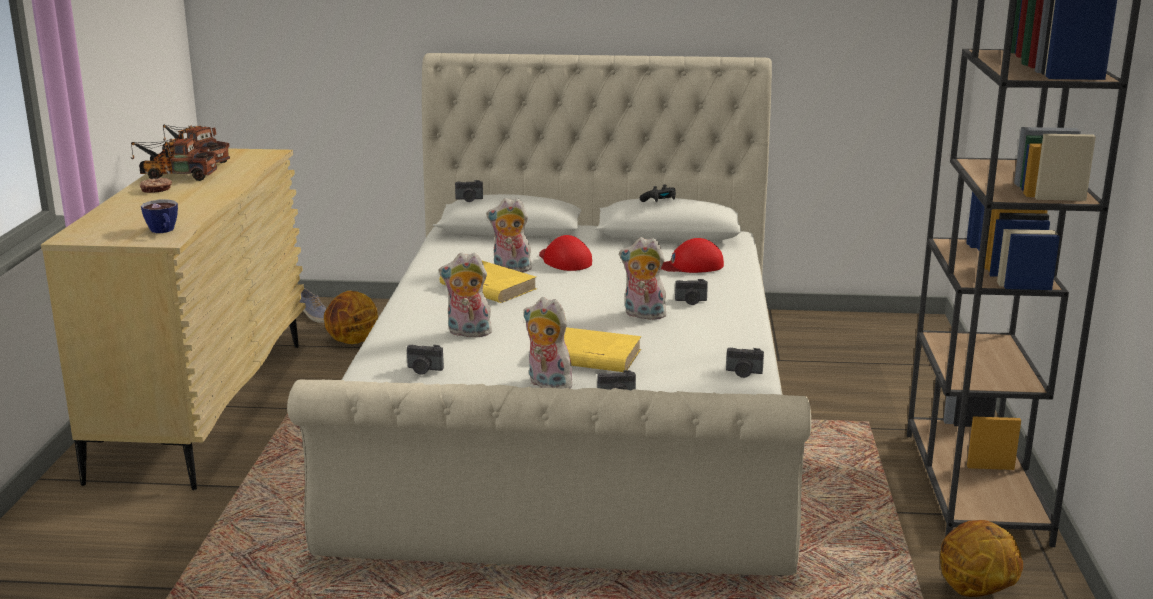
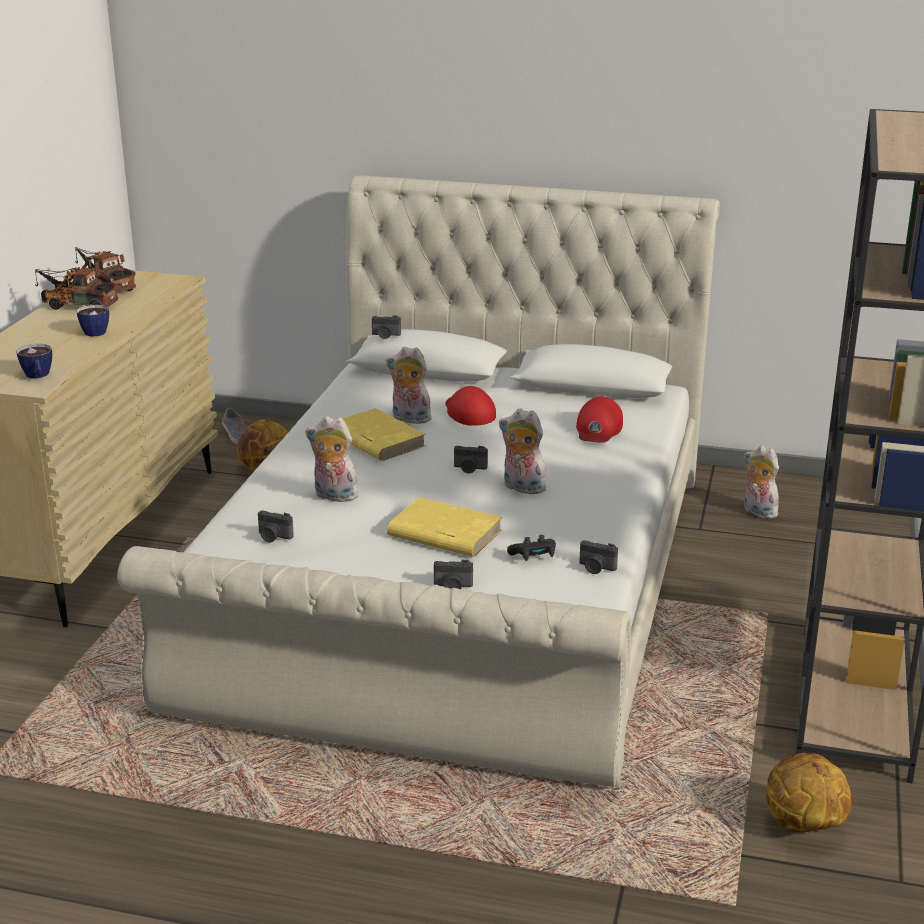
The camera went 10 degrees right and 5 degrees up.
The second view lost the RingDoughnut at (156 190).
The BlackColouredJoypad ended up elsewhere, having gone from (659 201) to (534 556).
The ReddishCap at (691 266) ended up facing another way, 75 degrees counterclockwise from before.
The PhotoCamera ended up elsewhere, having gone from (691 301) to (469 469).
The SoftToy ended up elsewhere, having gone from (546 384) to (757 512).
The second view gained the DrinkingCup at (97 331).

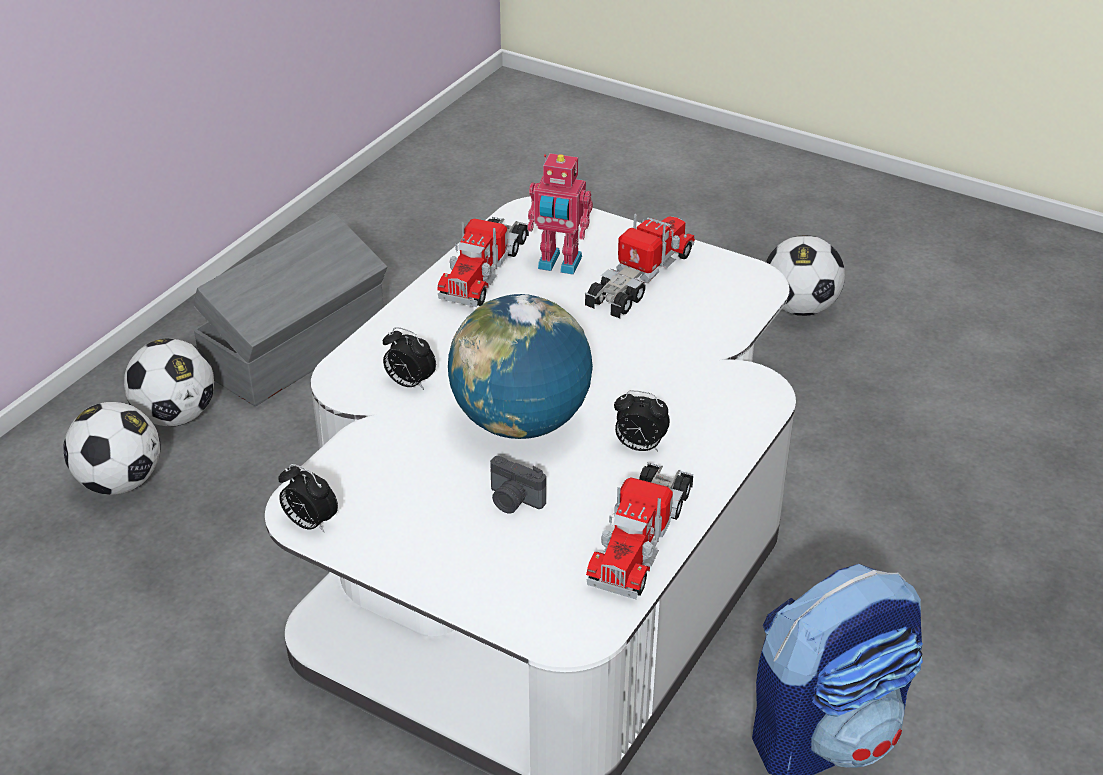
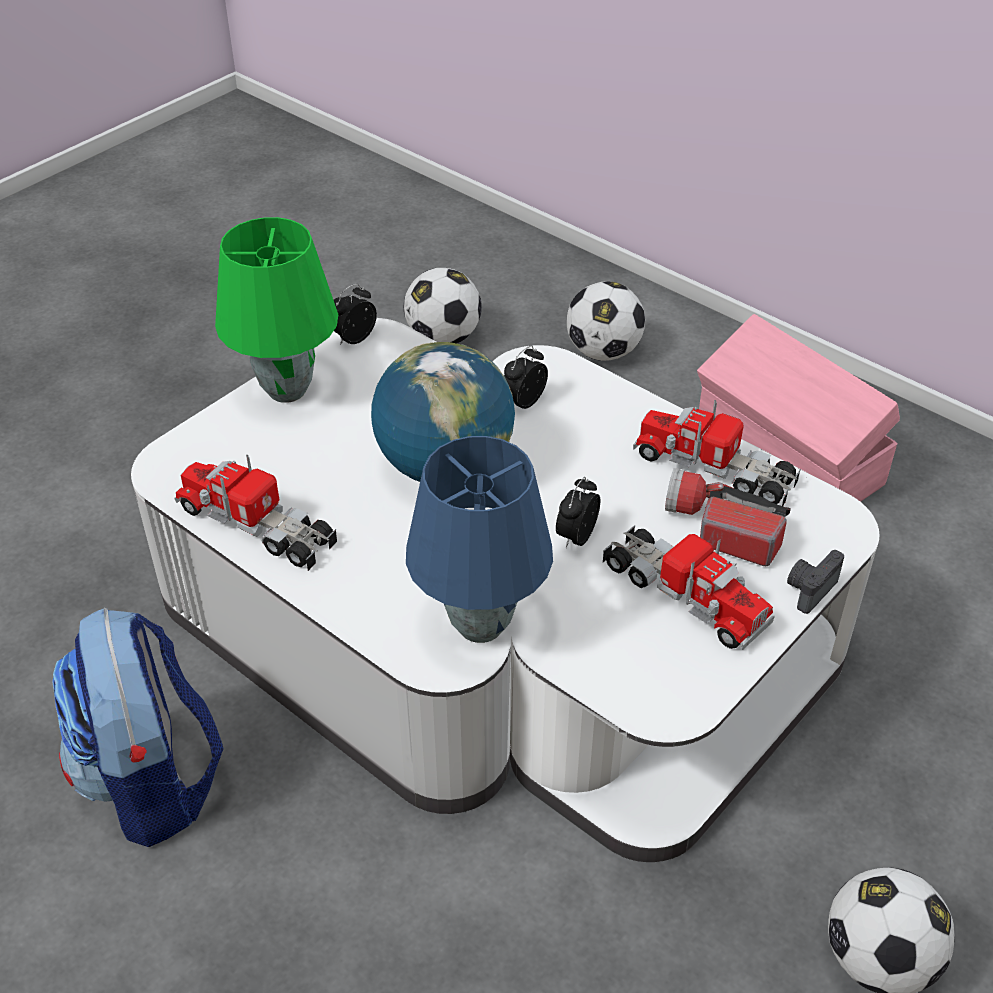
The camera went 100 degrees right and 5 degrees up.
Where the ModelRobot stood at (559 264), the Flashlight came to stand at (720 528).
What was the GreyStorageContainer at (298 349) turned into the PinkColouredStorageContainer at (787 457).
The Football ended up elsewhere, having gone from (176 416) to (443 338).
The AlarmClock ended up elsewhere, having gone from (639 446) to (576 536).
The PhotoCamera ended up elsewhere, having gone from (513 501) to (809 589).
The second view gained the GreenLampForATable at (287 389).
The second view gained the BlueLampForATable at (479 624).

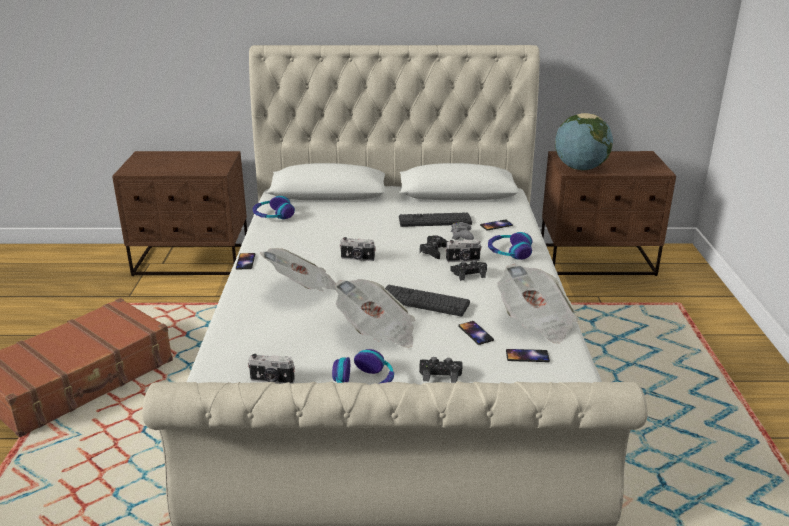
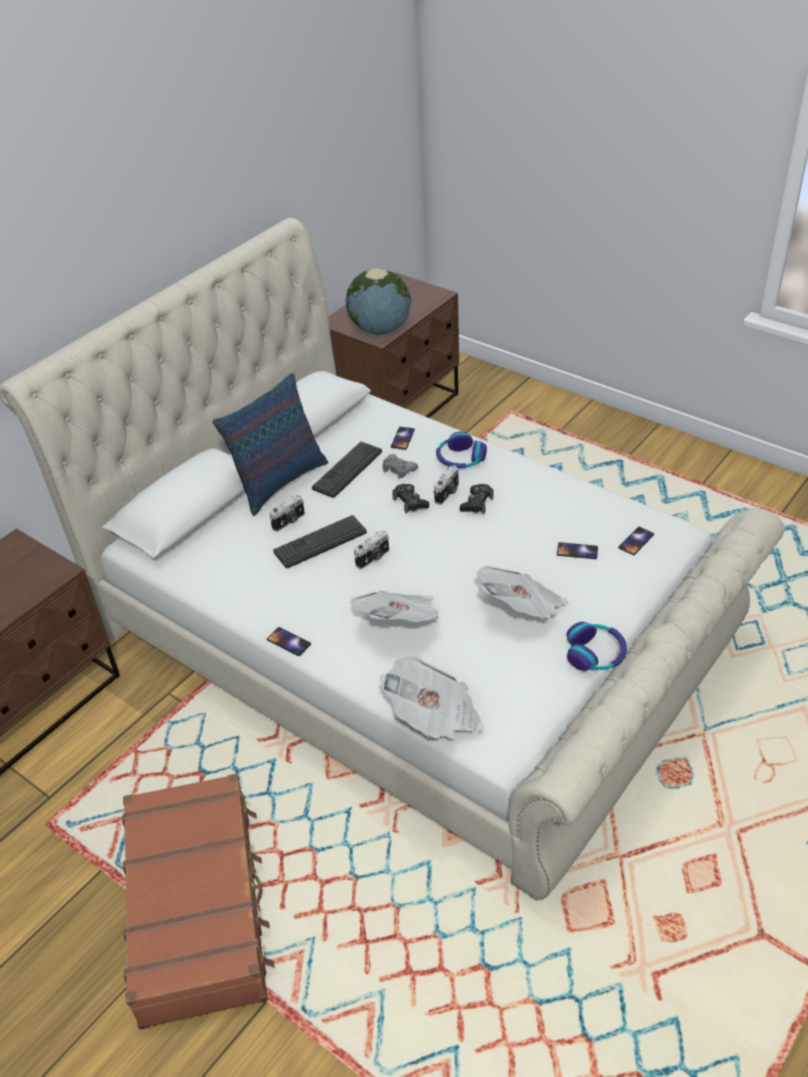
The camera went 50 degrees left and 15 degrees up.
The second view lost the Headset at (273 215).
The PrintedPaper ended up elsewhere, having gone from (536 322) to (434 717).
The Keyboard ended up elsewhere, having gone from (423 301) to (320 542).
The PhotoCamera ended up elsewhere, having gone from (272 381) to (289 522).
The second view lost the BlackColouredJoypad at (440 374).
The second view gained the BluePillow at (280 483).

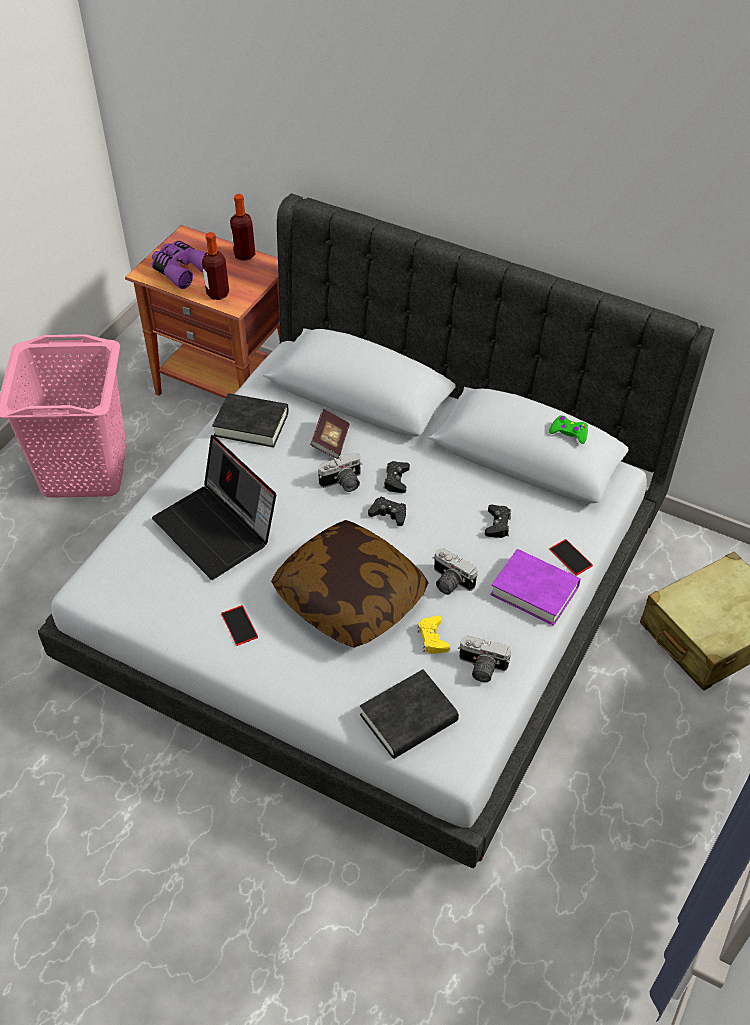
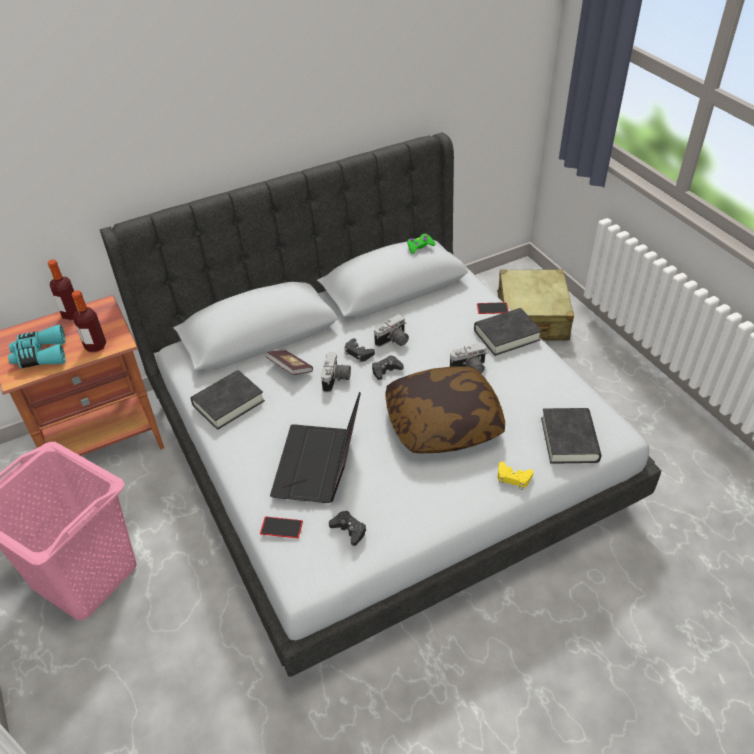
The camera went 55 degrees left and 5 degrees down.
What was the PurplishBinoculars at (181 270) turned into the BlueGreenBinoculars at (40 355).
The PortableComputer at (218 529) ended up facing another way, 105 degrees clockwise from before.
The BlackColouredJoypad ended up elsewhere, having gone from (498 524) to (349 530).
What was the PurplishVolume at (534 591) turned into the BlackColouredVolume at (506 335).
The Telephone ended up elsewhere, having gone from (239 625) to (281 527).
The YellowishJoypad ended up elsewhere, having gone from (432 638) to (513 478).
The PhotoCamera ended up elsewhere, having gone from (481 668) to (393 341).

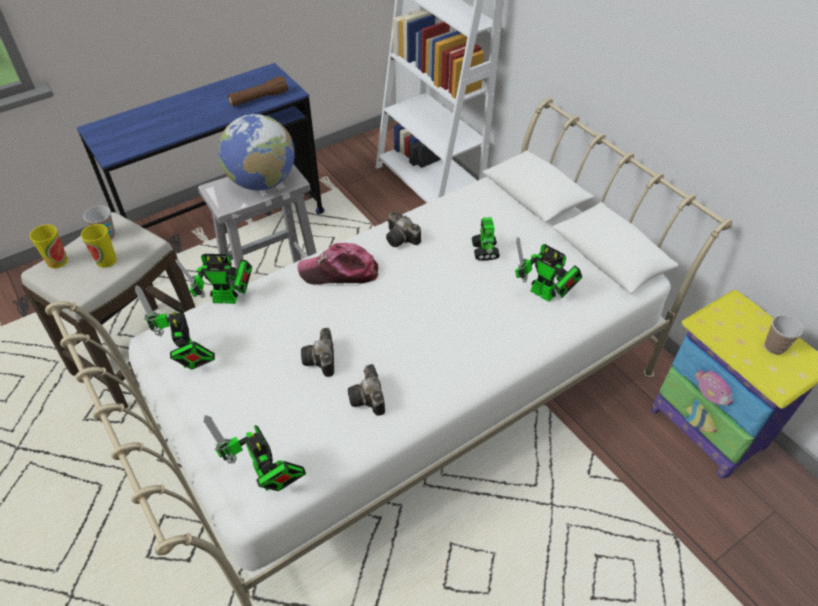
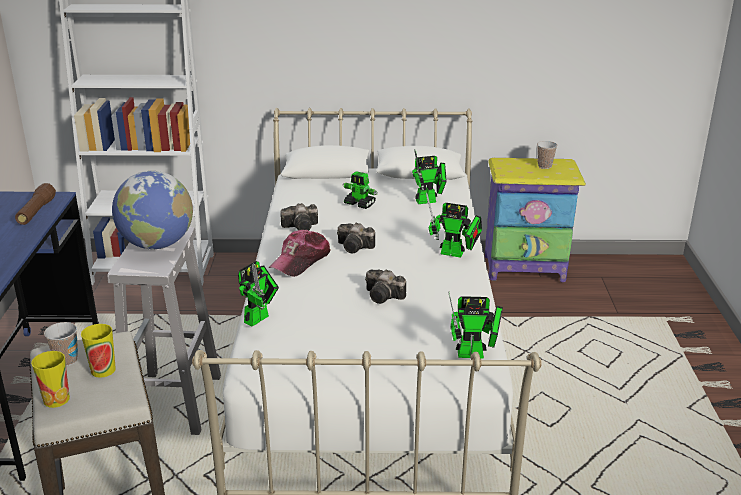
The camera went 55 degrees left and 20 degrees down.
The ModelRobot ended up elsewhere, having gone from (189 360) to (455 254).
The PhotoCamera ended up elsewhere, having gone from (369 399) to (356 247).

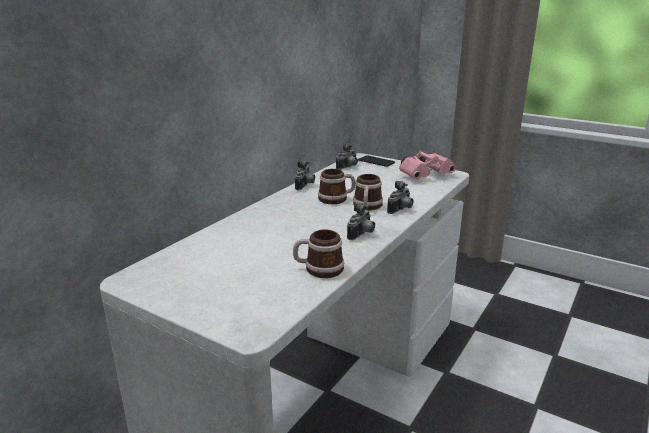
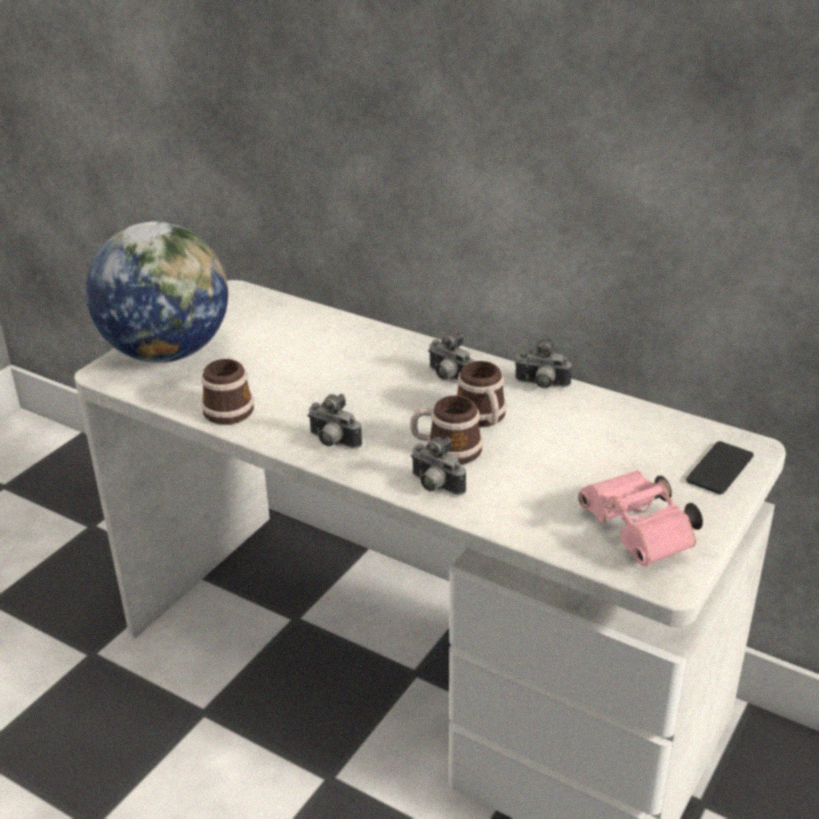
The camera went 90 degrees right and 10 degrees up.
The PhotoCamera ended up elsewhere, having gone from (348 167) to (448 377).
The second view gained the Globe at (167 352).

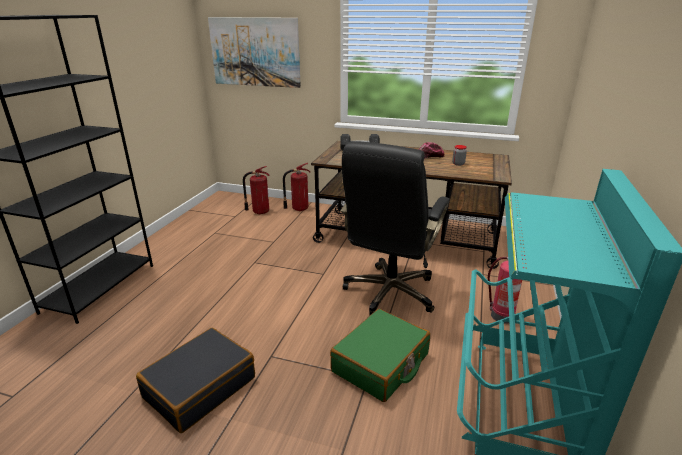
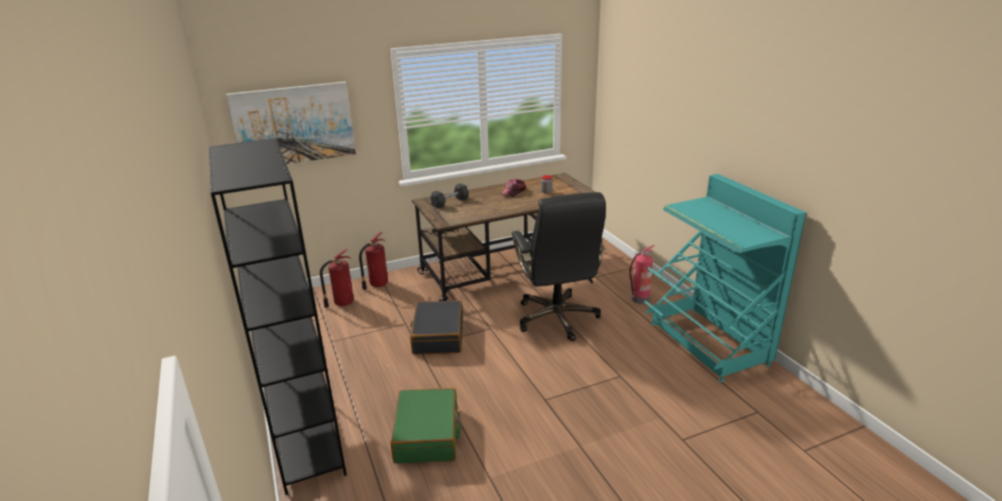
The camera went 40 degrees left and 0 degrees up.
The GreenPieceOfLuggage ended up elsewhere, having gone from (381 363) to (427 435).
The BlackColouredPieceOfLuggage ended up elsewhere, having gone from (200 387) to (438 336).

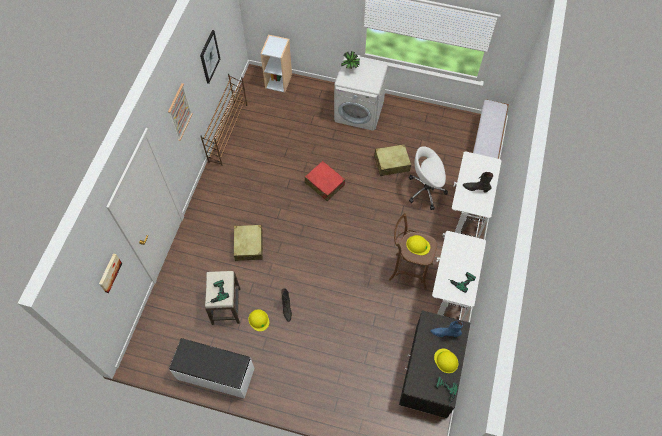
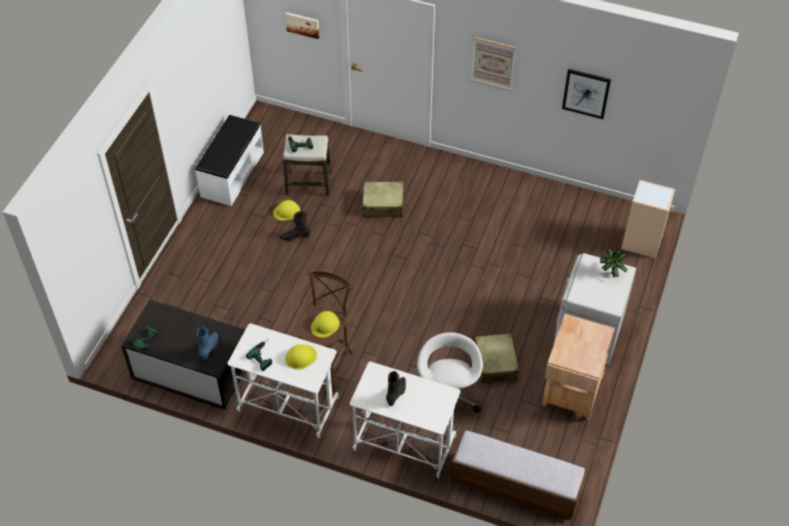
The camera went 95 degrees right and 10 degrees down.
The second view lost the BrownishShoeStand at (228 132).
The second view lost the ReddishPieceOfLuggage at (324 184).
The YellowishWorkHelmet ended up elsewhere, having gone from (446 361) to (300 357).
The second view gained the BrownishTrolley at (572 392).

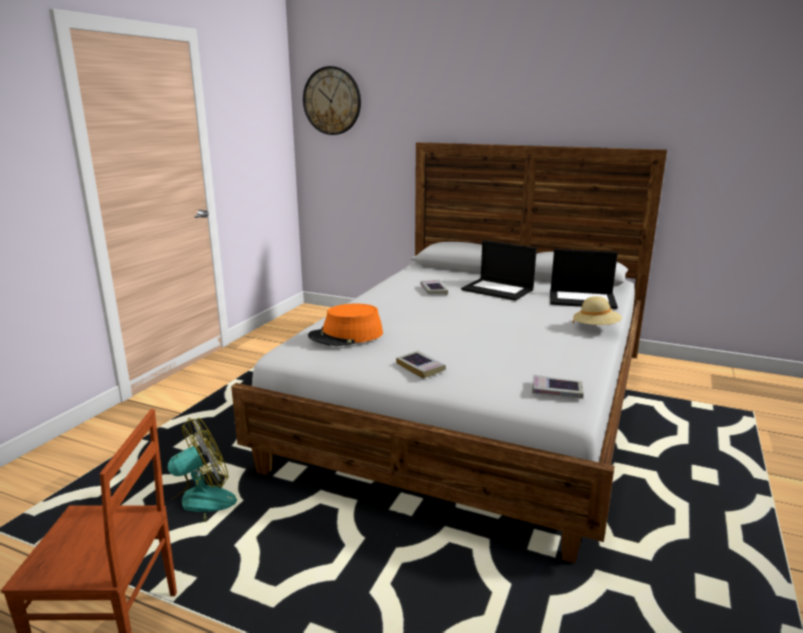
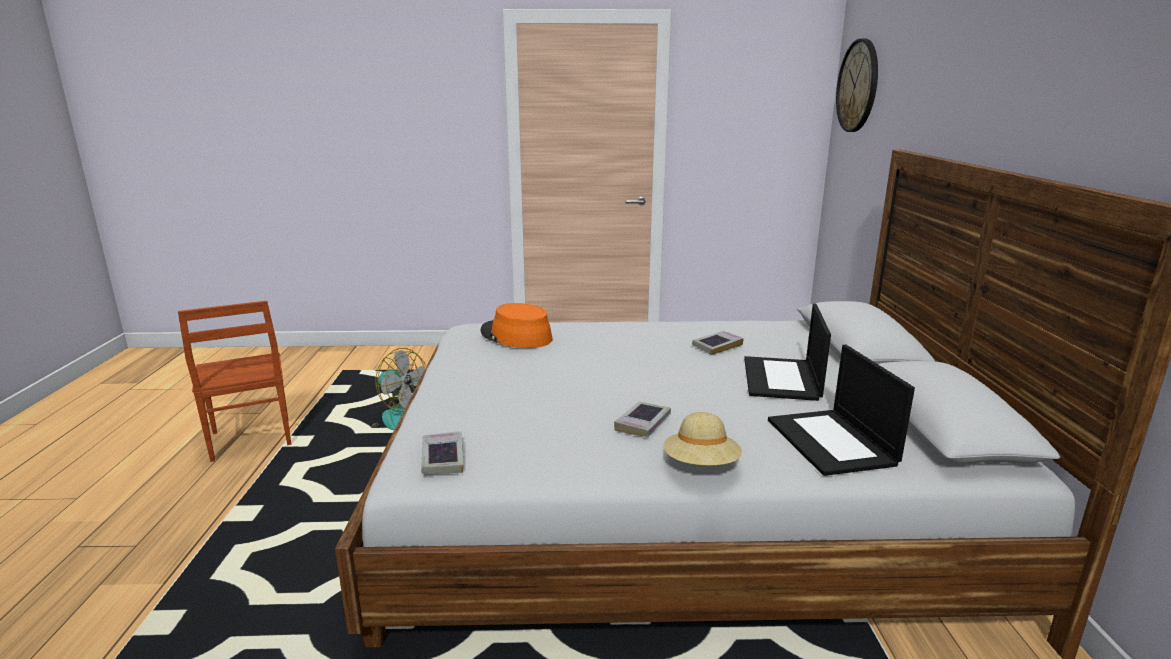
The camera went 65 degrees right and 0 degrees up.
The Volume ended up elsewhere, having gone from (420 368) to (643 423).

